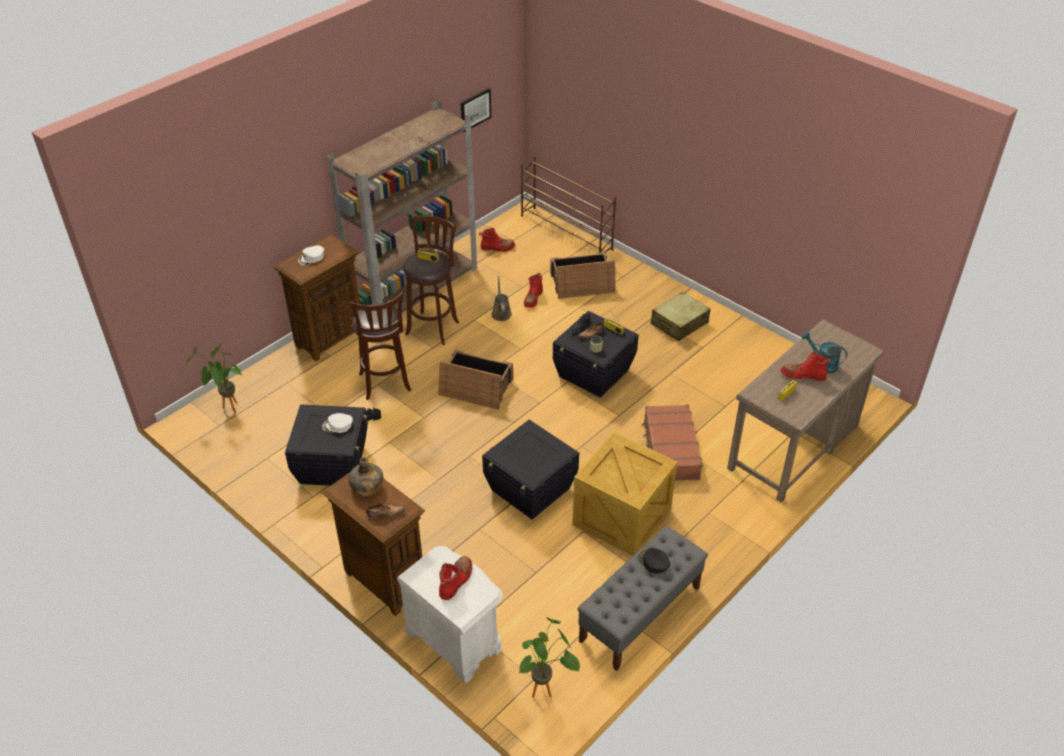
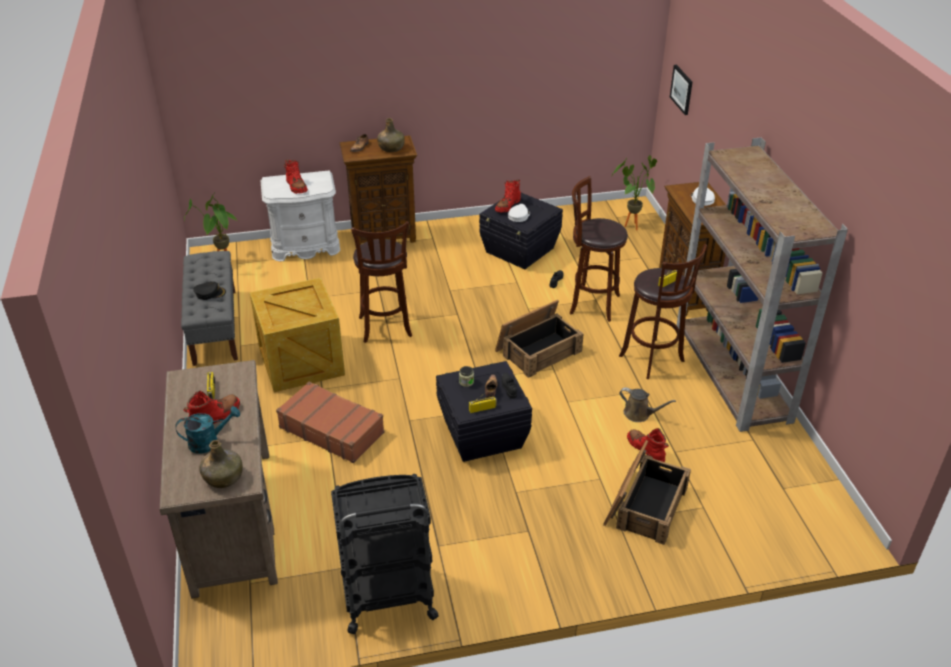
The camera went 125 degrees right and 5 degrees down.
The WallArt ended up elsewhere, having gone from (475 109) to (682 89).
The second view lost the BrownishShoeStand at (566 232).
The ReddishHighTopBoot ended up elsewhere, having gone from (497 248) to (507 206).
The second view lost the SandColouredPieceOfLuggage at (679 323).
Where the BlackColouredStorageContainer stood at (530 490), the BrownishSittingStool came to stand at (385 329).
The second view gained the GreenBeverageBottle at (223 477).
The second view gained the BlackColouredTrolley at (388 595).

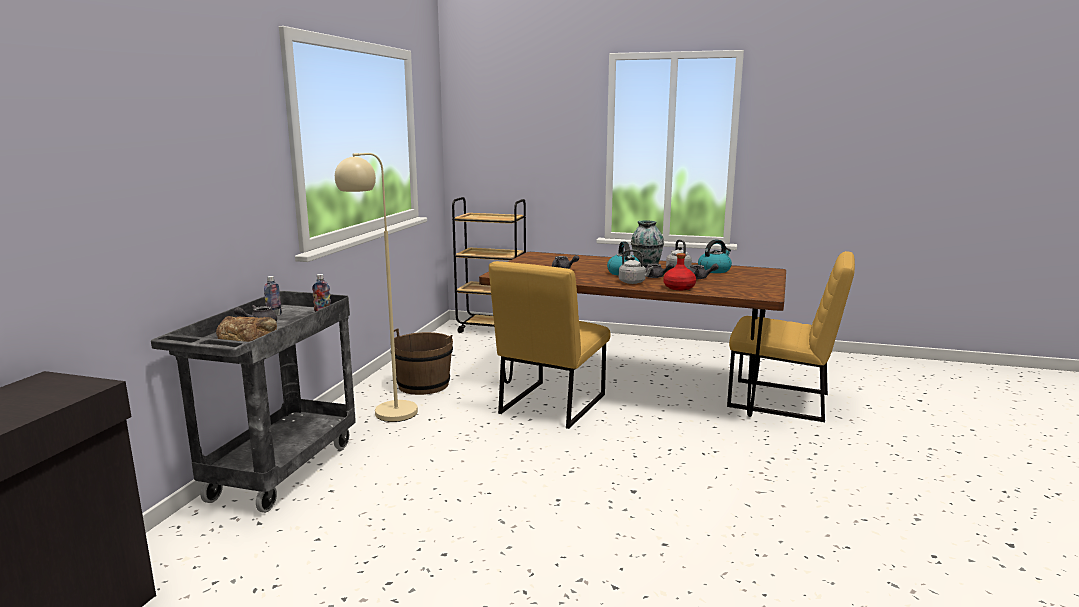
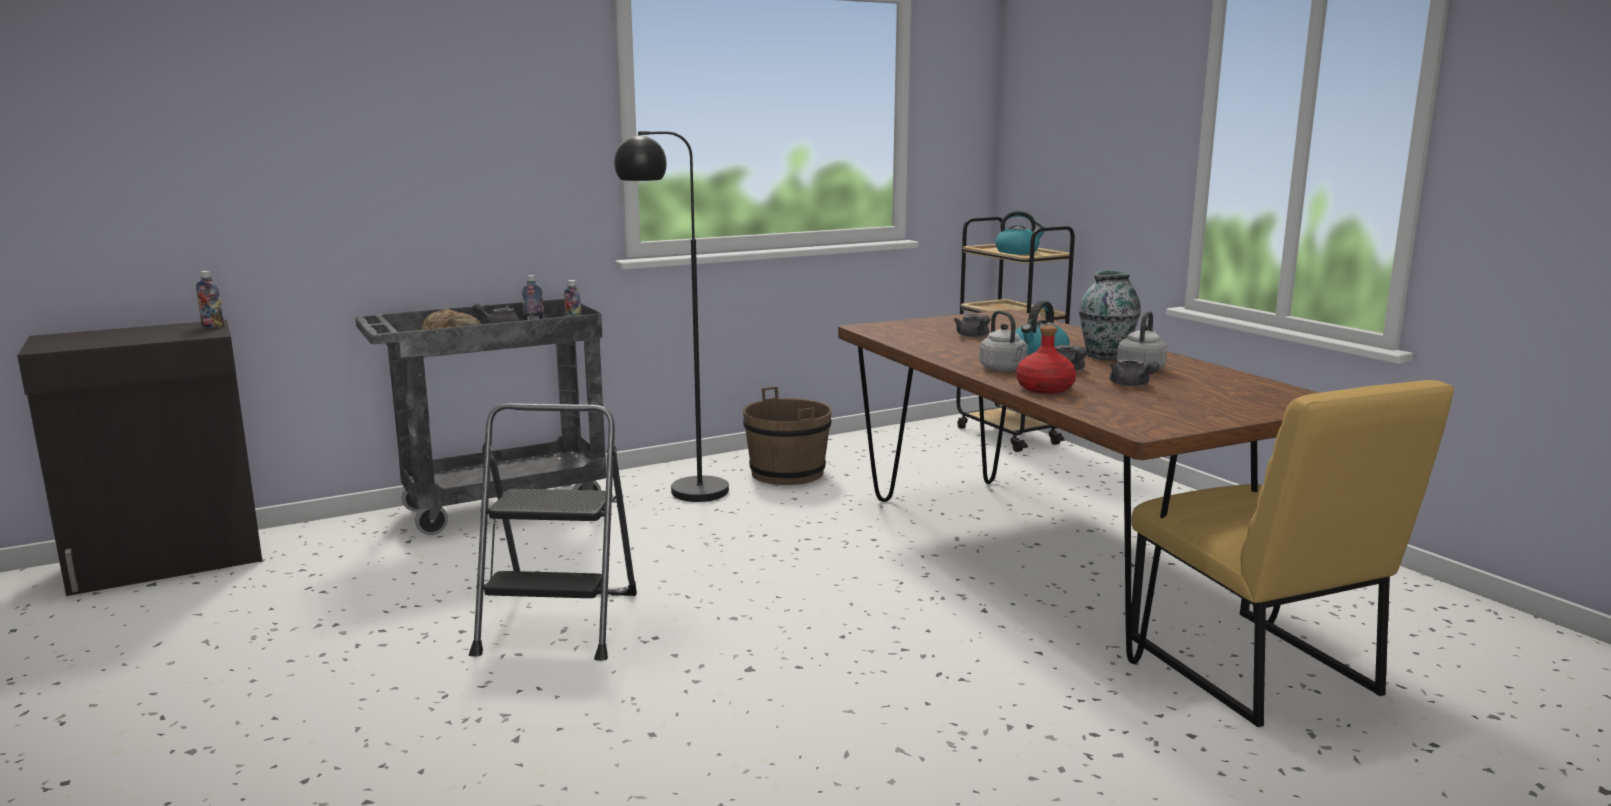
The camera went 45 degrees right and 0 degrees up.
What was the SandColouredFloorLamp at (387 418) turned into the BlackColouredFloorLamp at (681 494).
The Kettle ended up elsewhere, having gone from (714 270) to (1017 252).
The second view lost the YellowishPlainChair at (550 405).
The second view gained the BeverageBottle at (213 326).
The second view gained the BlackColouredStepStool at (562 619).

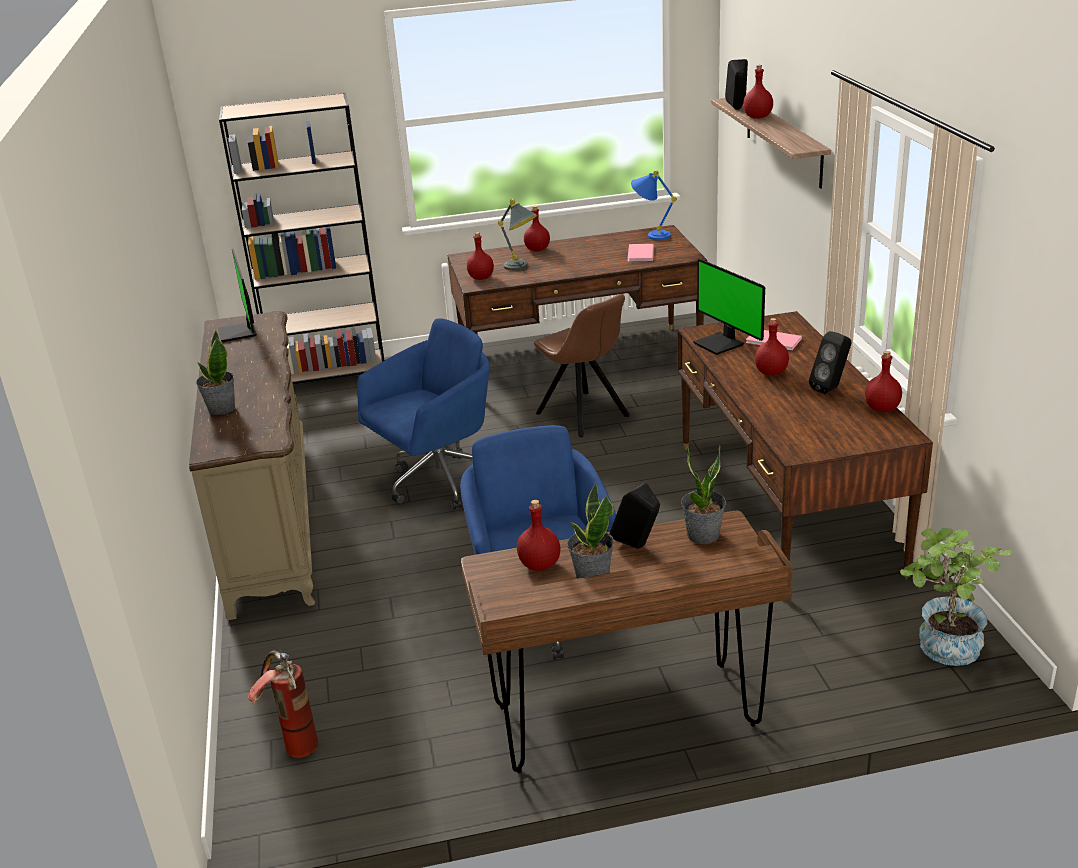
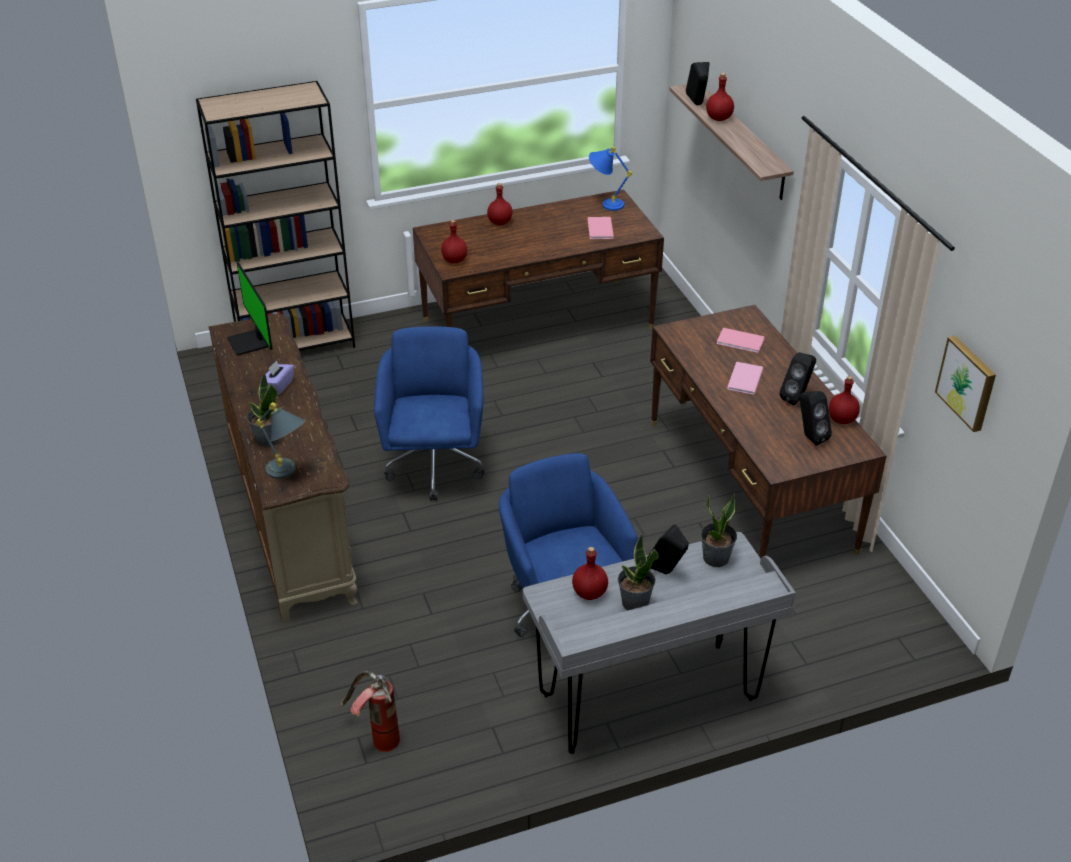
The camera went 10 degrees left and 10 degrees up.
The GreyLampForATable ended up elsewhere, having gone from (521 268) to (288 473).
The second view lost the ComputerScreen at (721 344).
The second view lost the BrownishPlainChair at (583 414).
The BlueComputerChair at (436 485) ended up facing another way, 45 degrees counterclockwise from before.
Where the ReddishBeverageBottle stood at (770 372), the PinkColouredVolume came to stand at (743 379).
What was the BrownishDesk at (625 717) turned into the GreyDesk at (648 698).
The second view lost the PottedPlant at (942 650).
The second view gained the WallArt at (968 382).
The second view gained the PurplishTissueBox at (278 386).
The second view gained the BlackColouredLoudspeaker at (810 437).

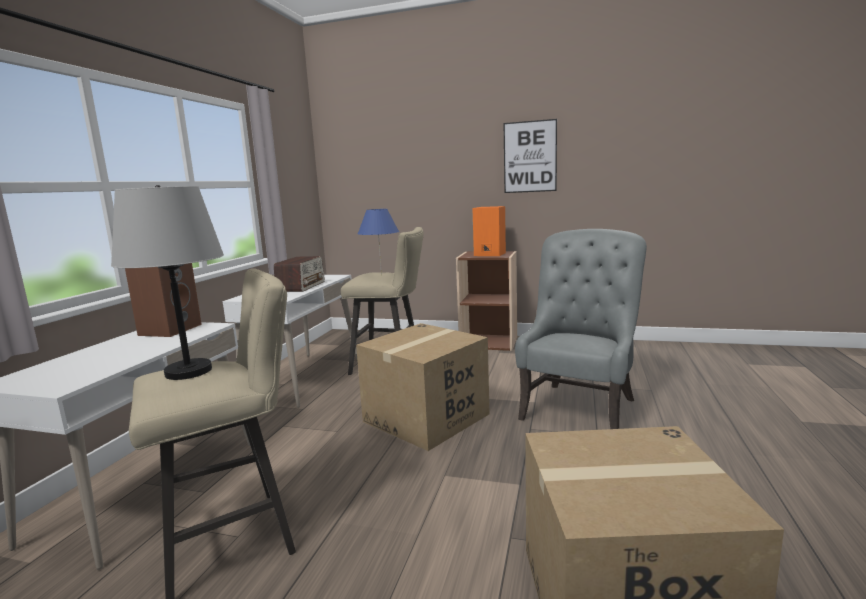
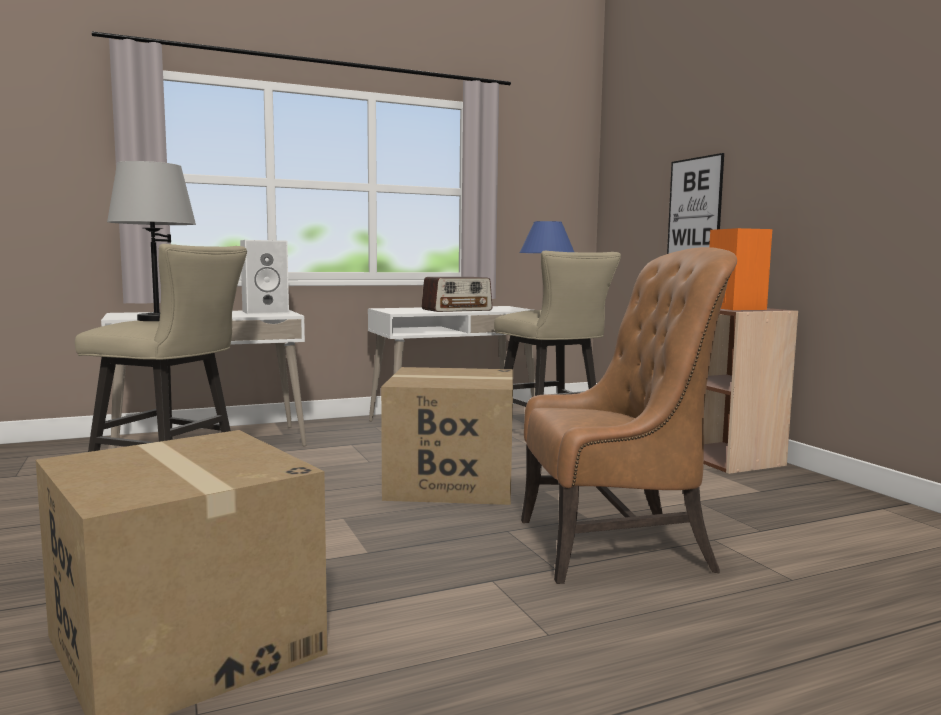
The camera went 50 degrees right and 5 degrees down.
The WallArt ended up elsewhere, having gone from (530 157) to (694 207).
What was the GreyPlainChair at (580 409) turned into the BrownishPlainChair at (617 545).
What was the BrownishLoudspeaker at (170 329) turned into the WhitishLoudspeaker at (266 312).

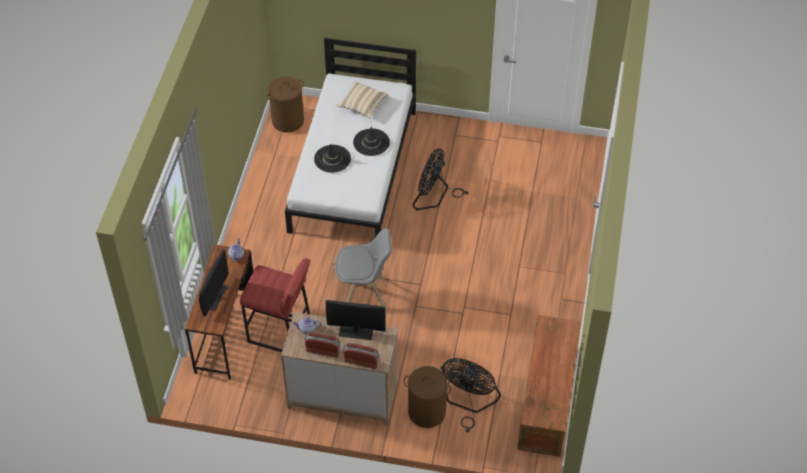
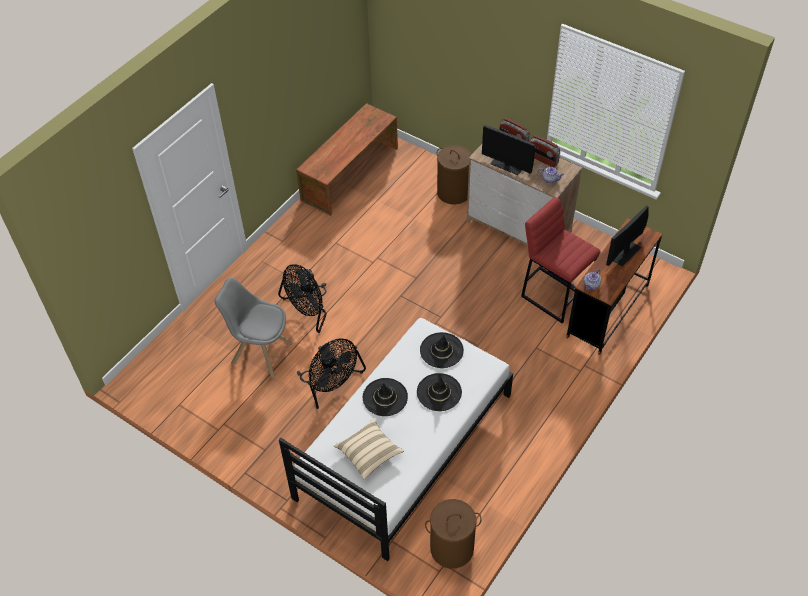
The camera went 155 degrees left and 0 degrees up.
The GreyPlainChair ended up elsewhere, having gone from (364 295) to (261 353).
The BlackColouredCoolingFan ended up elsewhere, having gone from (467 402) to (309 308).
The second view gained the BlackColouredClothingHat at (441 350).

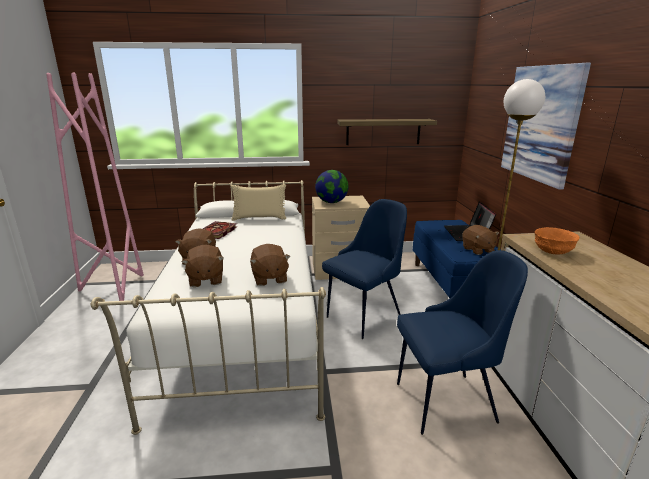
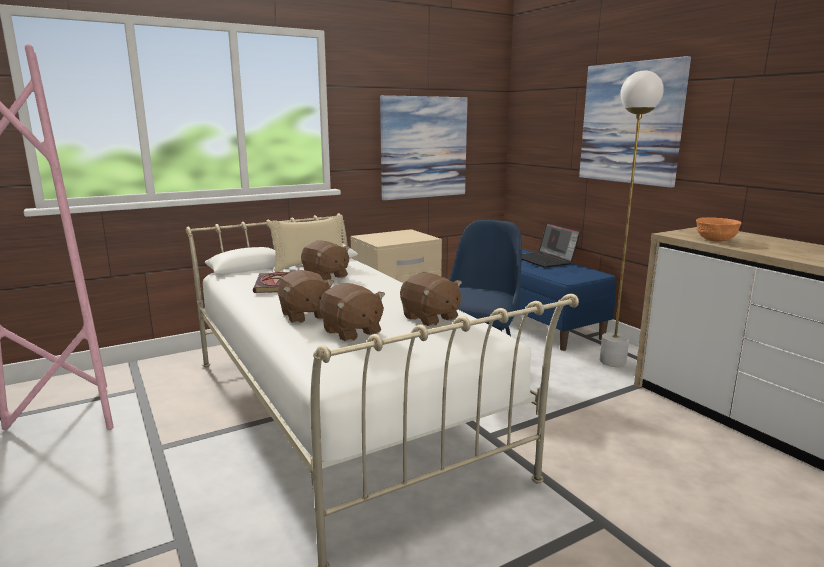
The camera went 25 degrees left and 5 degrees down.
Where the WallShelf hung at (383 132), the WallArt came to hang at (424 147).
The second view lost the Globe at (331 202).
The BrownishSoftToy ended up elsewhere, having gone from (478 250) to (325 277).
The second view lost the BluePlainChair at (445 402).

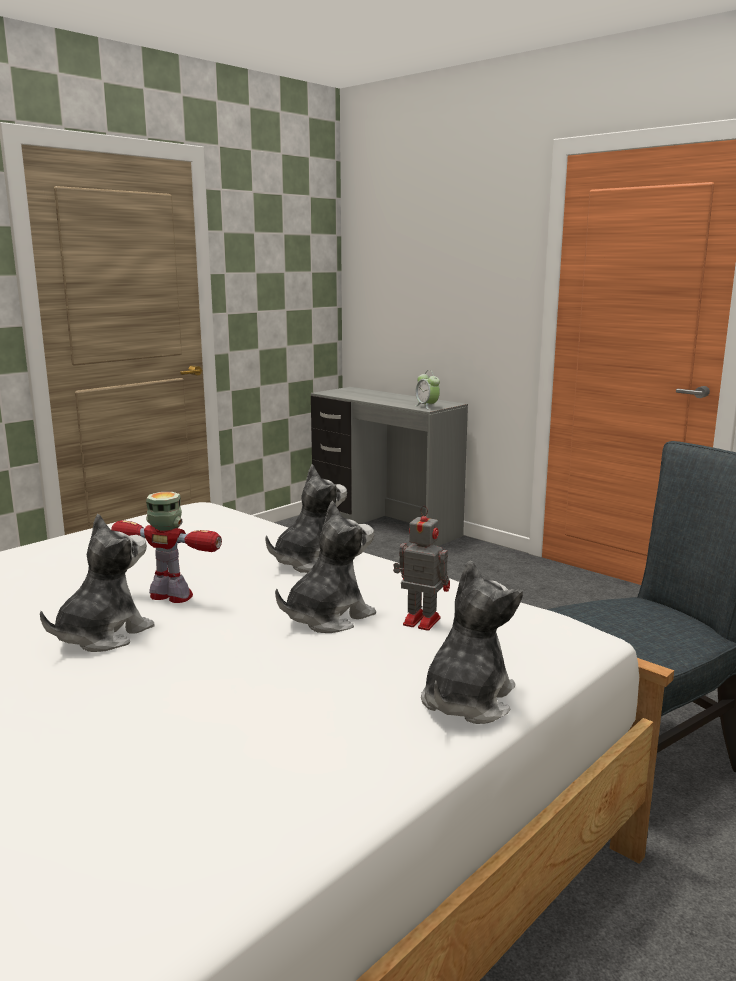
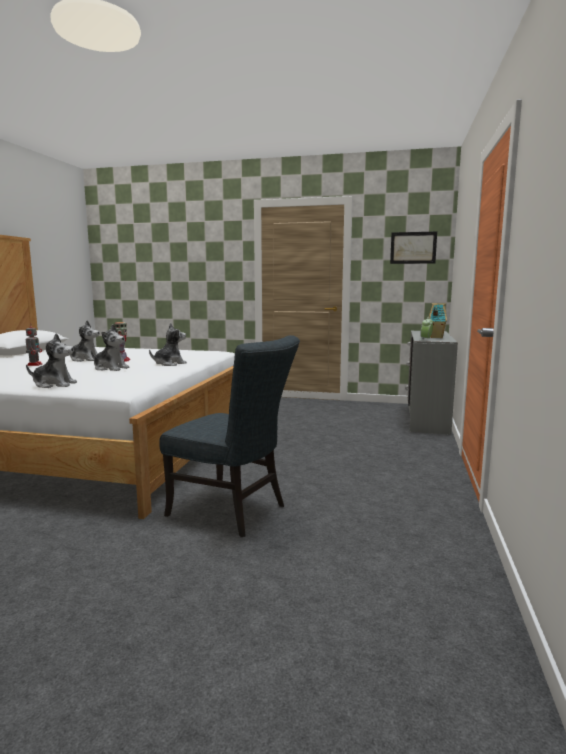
The camera went 60 degrees right and 5 degrees down.
The SoftToy at (309 562) ended up facing another way, 60 degrees counterclockwise from before.
The ModelRobot ended up elsewhere, having gone from (419 620) to (35 364).
The second view gained the WallArt at (413 247).
The second view gained the ModelHouse at (435 337).

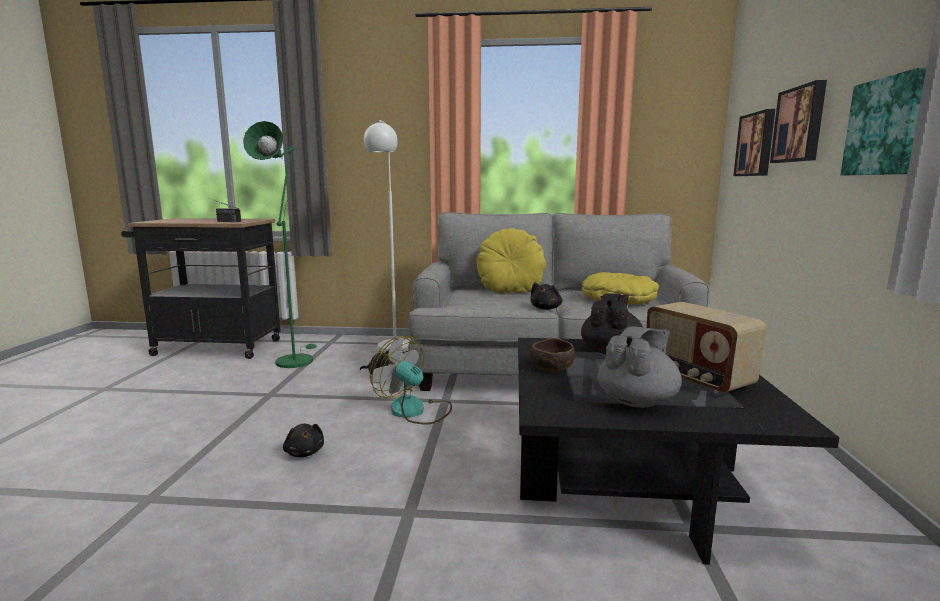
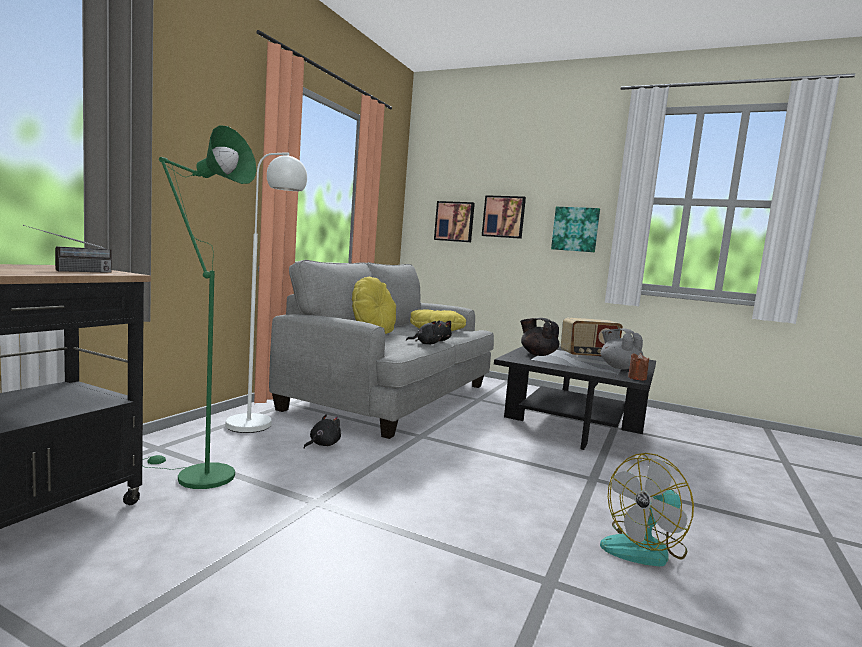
The camera went 70 degrees left and 5 degrees down.
The CoolingFan ended up elsewhere, having gone from (415 411) to (645 548).
The second view lost the BrownishServingBowl at (552 368).
The BlackColouredSoftToy ended up elsewhere, having gone from (304 452) to (426 344).
The second view gained the BrownishWaxLight at (637 378).

